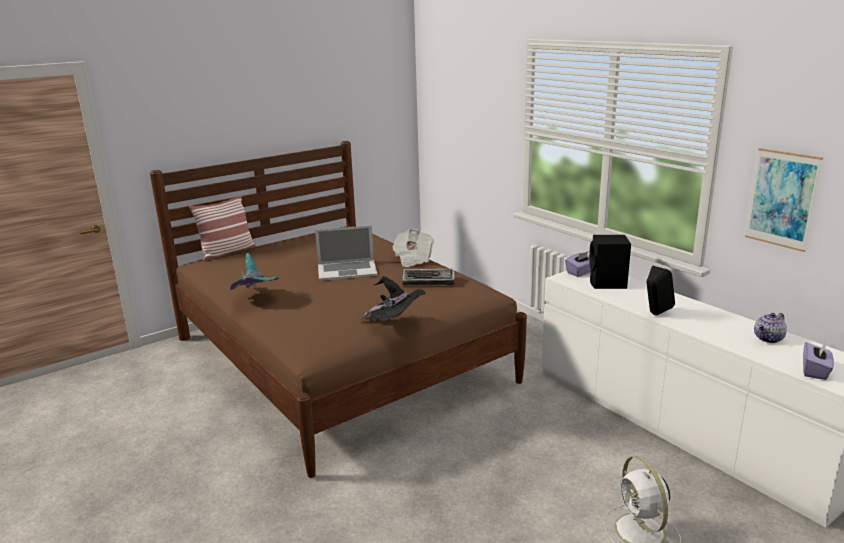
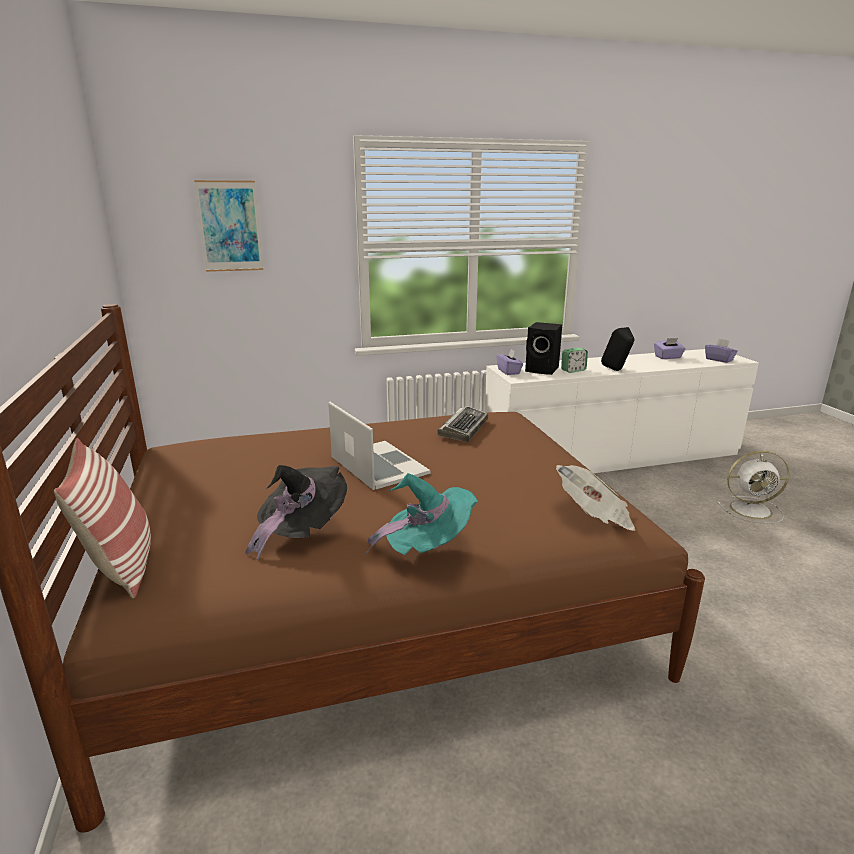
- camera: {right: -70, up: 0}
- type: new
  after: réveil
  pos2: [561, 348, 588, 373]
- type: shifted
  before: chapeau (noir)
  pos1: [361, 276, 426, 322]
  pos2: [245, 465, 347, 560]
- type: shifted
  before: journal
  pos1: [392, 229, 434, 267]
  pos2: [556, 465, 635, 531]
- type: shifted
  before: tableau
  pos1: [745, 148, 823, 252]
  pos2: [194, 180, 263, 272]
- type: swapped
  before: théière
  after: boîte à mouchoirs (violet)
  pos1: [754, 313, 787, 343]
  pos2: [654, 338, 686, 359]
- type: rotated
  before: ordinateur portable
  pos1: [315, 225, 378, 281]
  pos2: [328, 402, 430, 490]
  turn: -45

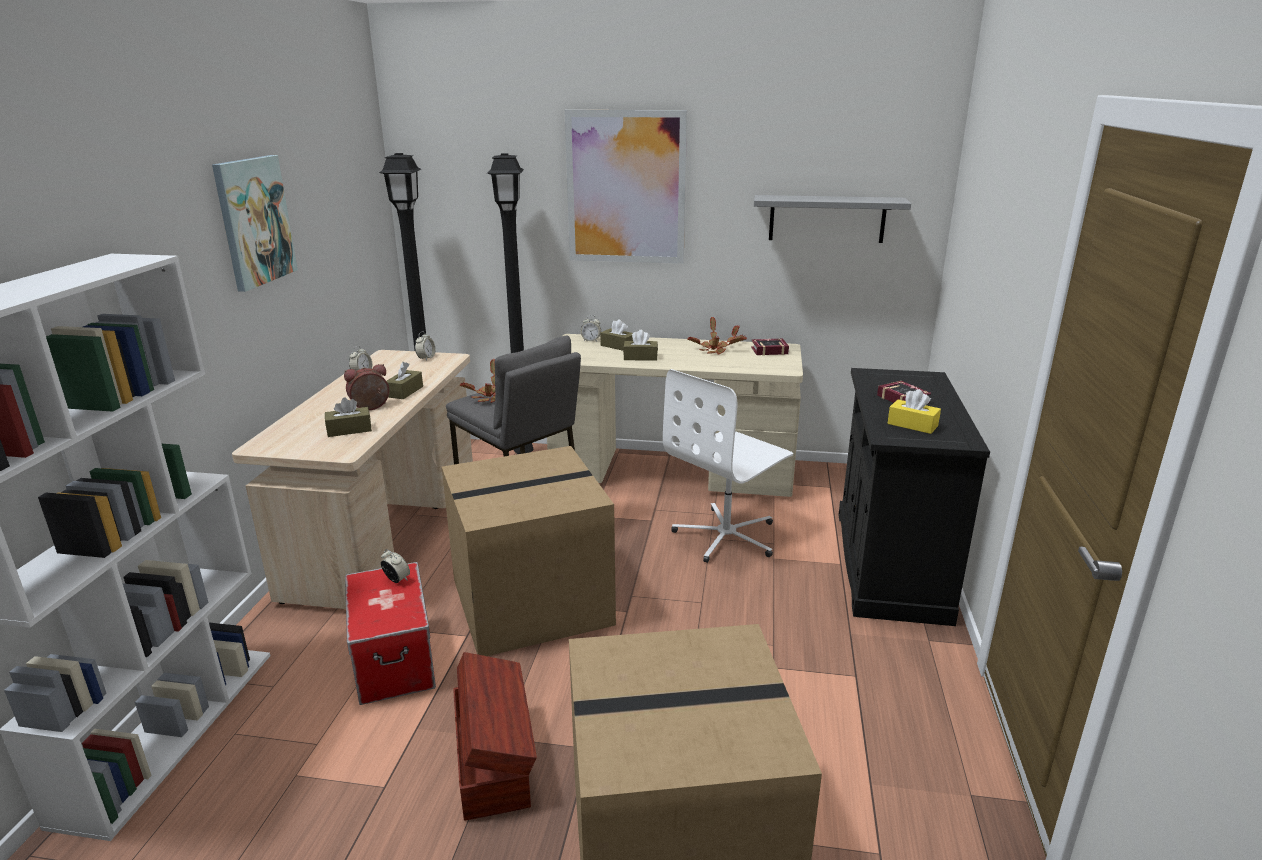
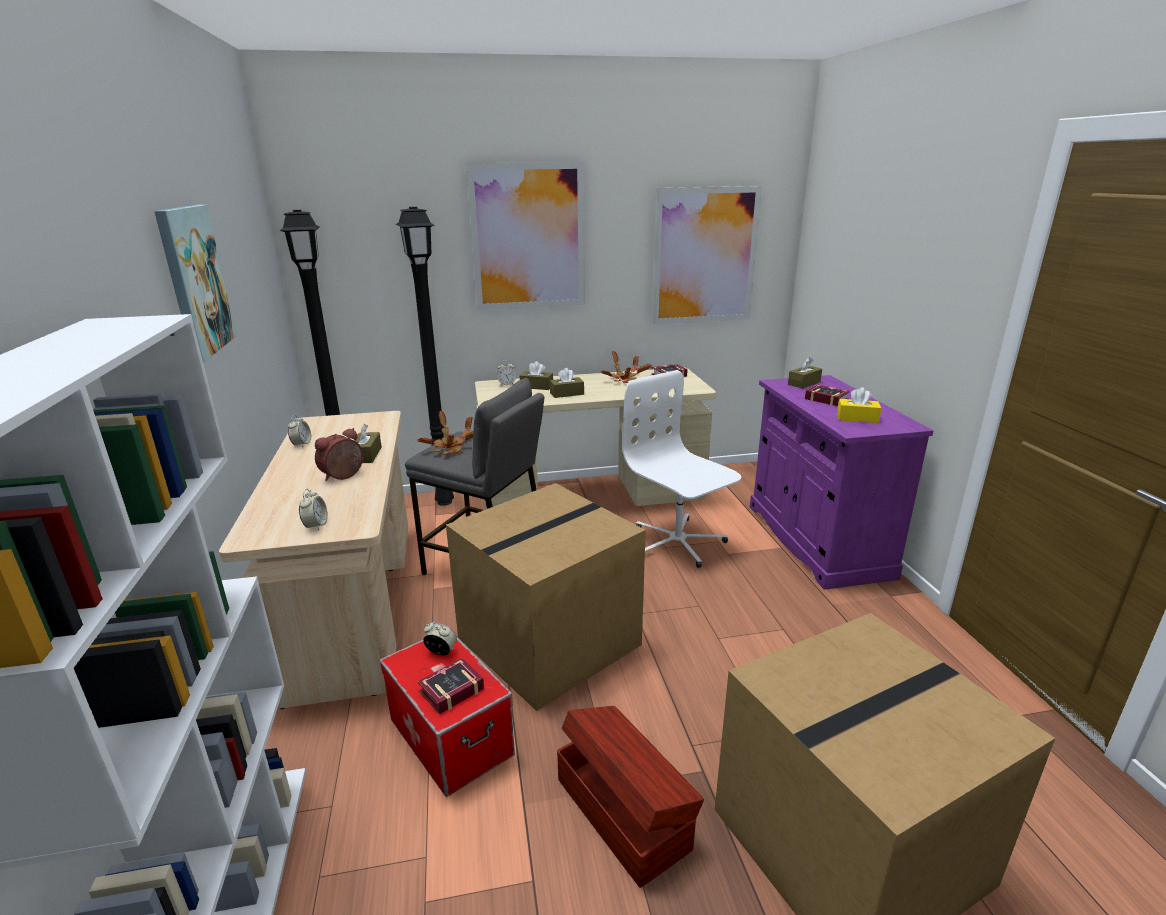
- camera: {right: -20, up: 0}
- type: new
  after: livre
  pos2: [418, 658, 484, 714]
- type: shifted
  before: boîte à mouchoirs (marron)
  pos1: [325, 397, 372, 437]
  pos2: [788, 357, 822, 389]
- type: shifted
  before: réveil
  pos1: [415, 332, 436, 361]
  pos2: [299, 488, 328, 531]
- type: swapped
  before: étagère (gris)
  after: tableau
  pos1: [754, 195, 911, 243]
  pos2: [652, 186, 762, 324]
- type: repainted
  before: meuble de rangement (noir)
  after: meuble de rangement (violet)
  pos1: [838, 368, 990, 626]
  pos2: [750, 375, 933, 589]
- type: rotated
  before: chaise de bureau (blanc)
  pos1: [663, 369, 793, 563]
  pos2: [622, 370, 741, 568]
  turn: 120

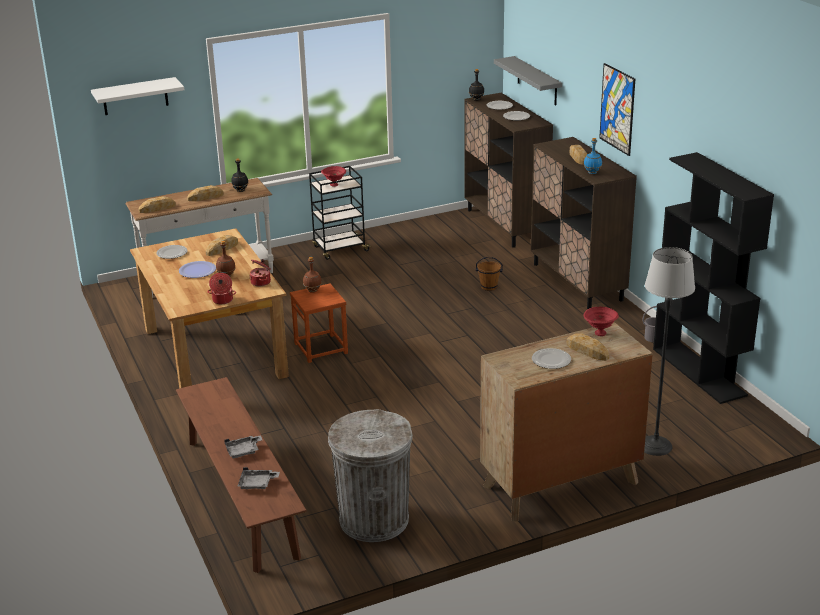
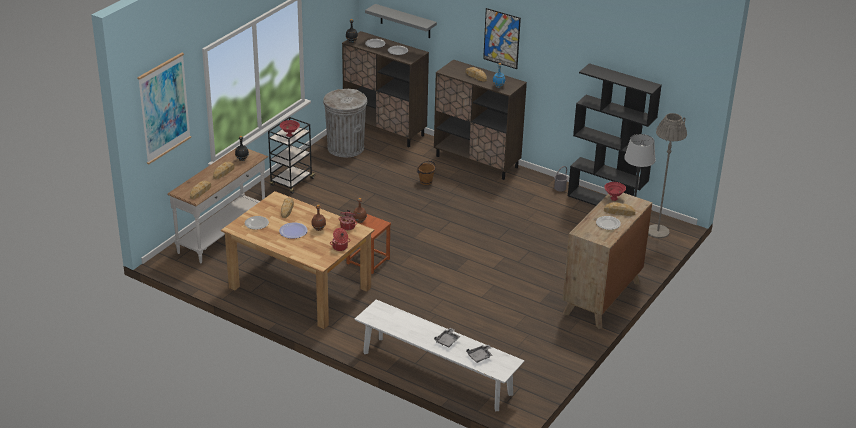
- camera: {right: -35, up: 5}
- type: new
  after: lampadaire (gris)
  pos2: [648, 113, 687, 238]
- type: shifted
  before: poubelle (gris)
  pos1: [328, 409, 413, 542]
  pos2: [323, 89, 367, 157]
- type: swapped
  before: étagère (blanc)
  after: tableau
  pos1: [91, 77, 184, 115]
  pos2: [137, 53, 191, 164]
- type: repainted
  before: banc (marron)
  after: banc (blanc)
  pos1: [176, 377, 306, 573]
  pos2: [355, 299, 525, 411]

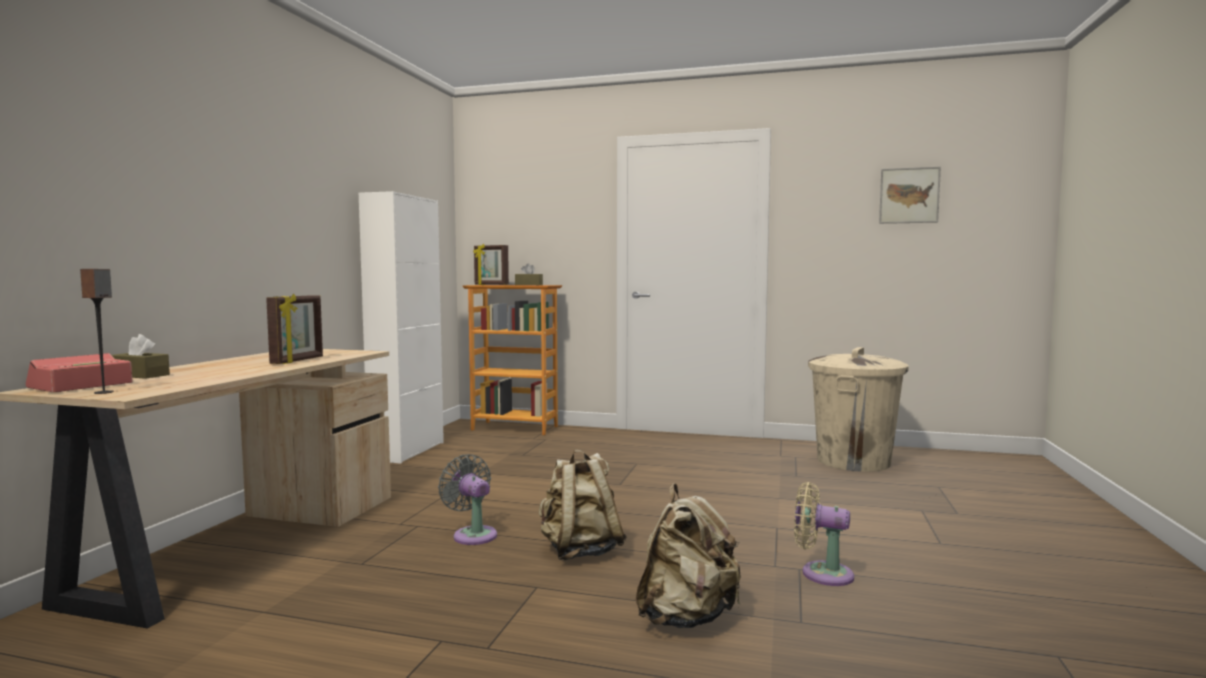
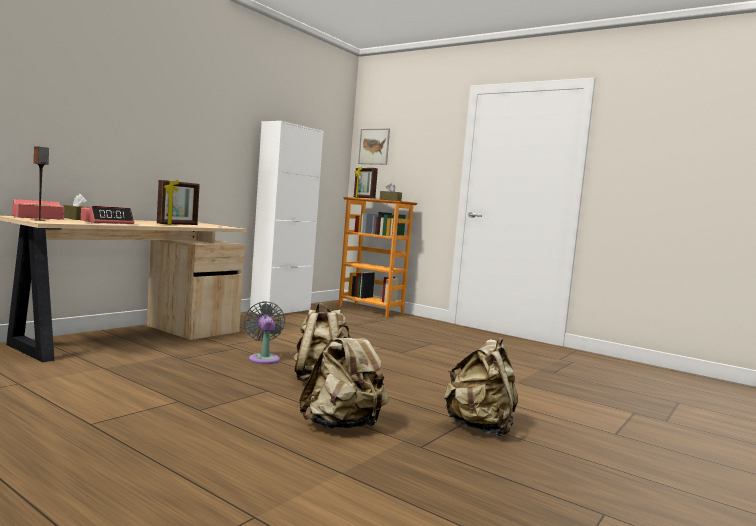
- camera: {right: 20, up: 0}
- type: gone
  before: poubelle (beige)
  pos1: [808, 347, 909, 472]
- type: new
  after: réveil
  pos2: [81, 206, 134, 224]
- type: shifted
  before: tableau
  pos1: [879, 167, 941, 224]
  pos2: [358, 128, 390, 165]
- type: swapped
  before: ventilateur (beige)
  after: sac à dos (beige)
  pos1: [794, 482, 854, 586]
  pos2: [444, 337, 518, 436]

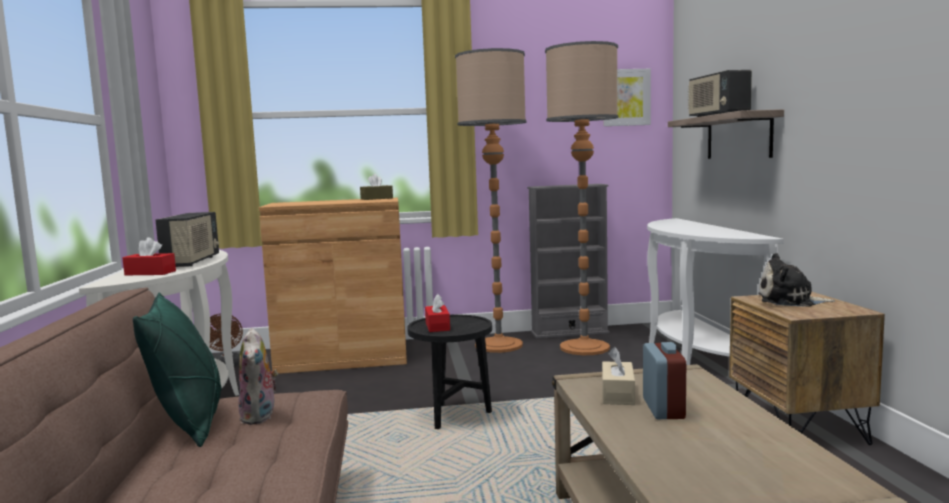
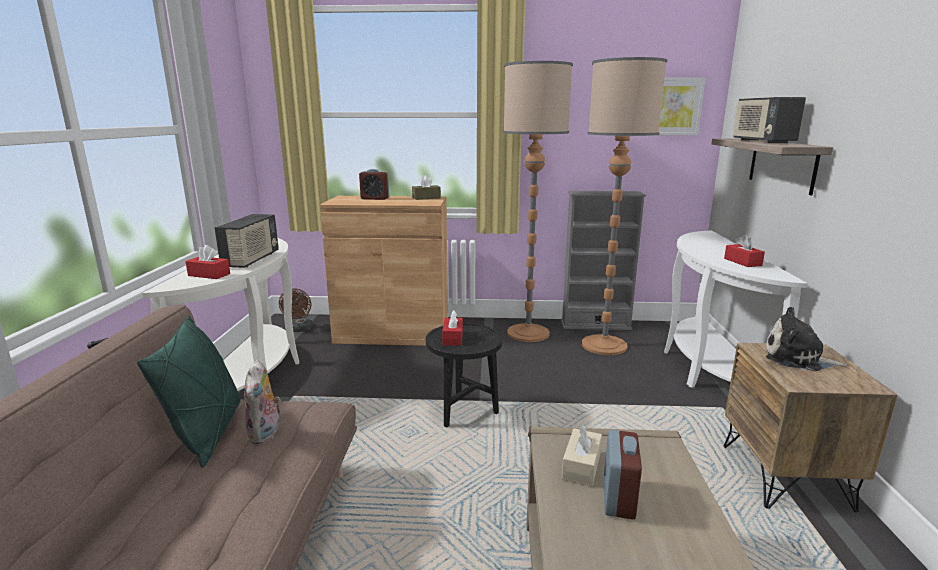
- camera: {right: 10, up: 10}
- type: new
  after: réveil
  pos2: [359, 169, 389, 200]
- type: new
  after: boîte à mouchoirs (rouge)
  pos2: [724, 235, 765, 267]

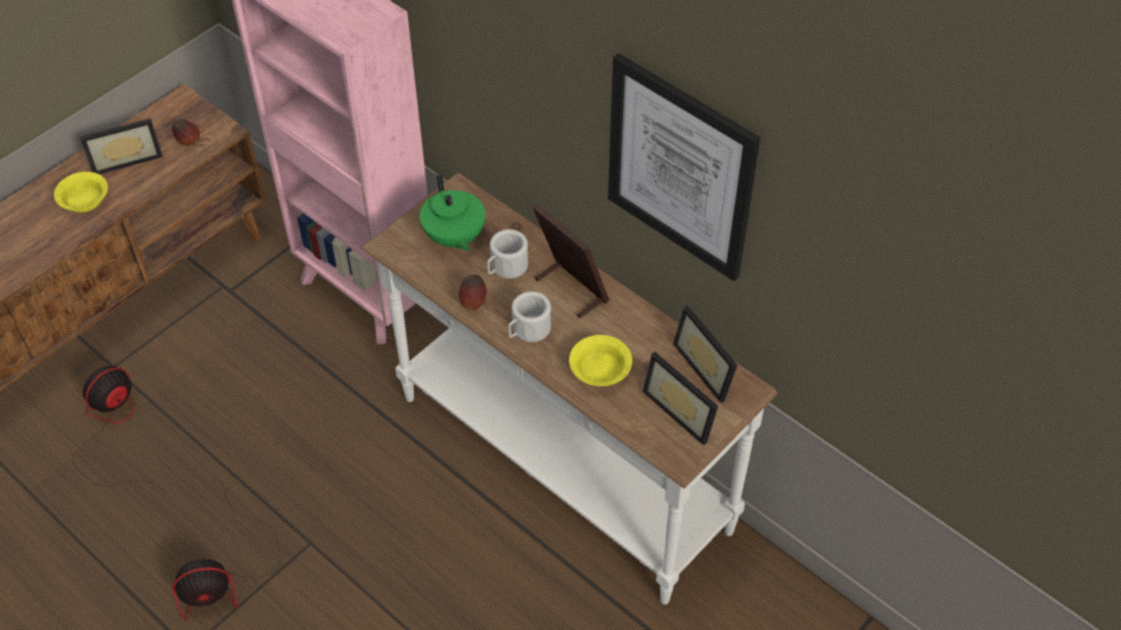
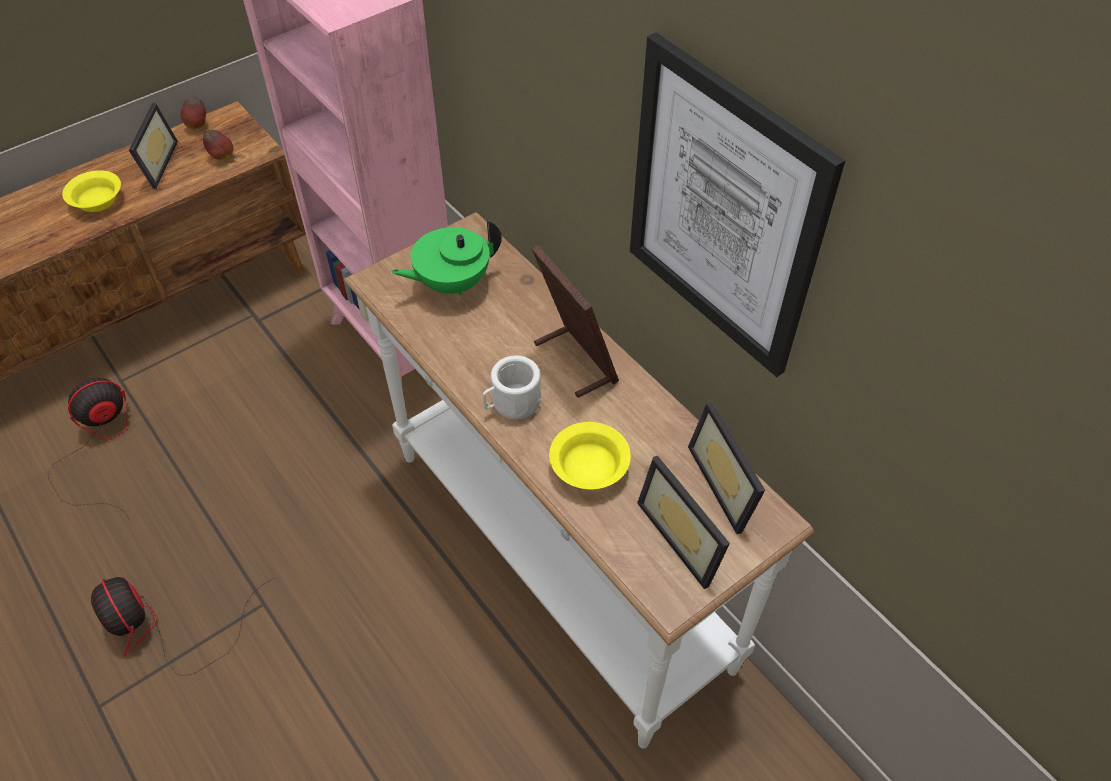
- camera: {right: 10, up: 0}
- type: gone
  before: mug (blanc)
  pos1: [487, 229, 528, 279]
- type: shifted
  before: pomme
  pos1: [458, 275, 487, 311]
  pos2: [181, 97, 206, 130]
- type: rotated
  before: cadre photo
  pos1: [80, 118, 163, 174]
  pos2: [129, 103, 178, 189]
  turn: -75
- type: rotated
  before: ventilateur
  pos1: [172, 491, 281, 621]
  pos2: [91, 577, 275, 676]
  turn: 60
- type: rotated
  before: théière (vert)
  pos1: [420, 173, 485, 251]
  pos2: [391, 220, 502, 295]
  turn: 75

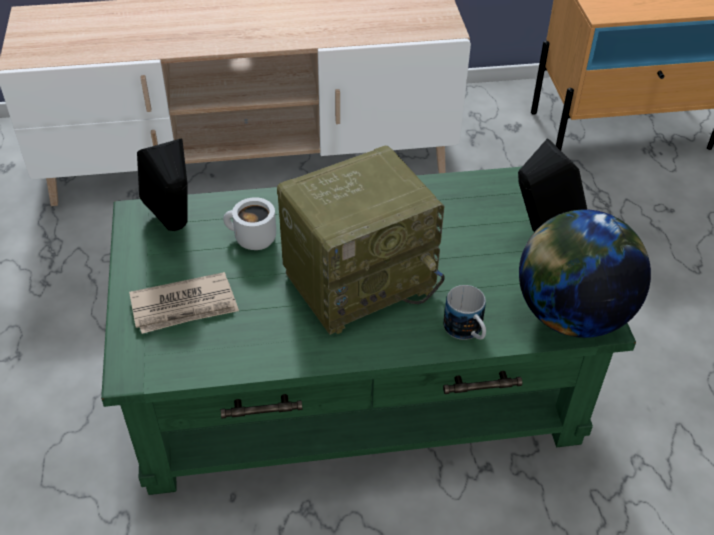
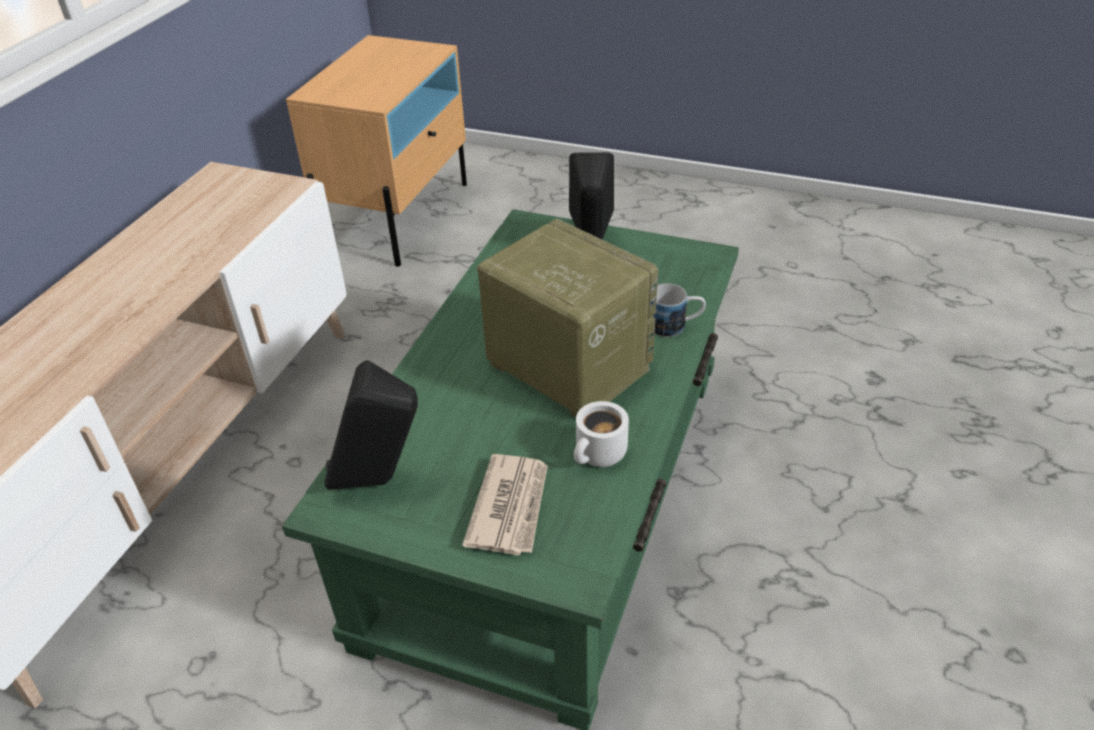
- camera: {right: -60, up: -5}
- type: gone
  before: globe
  pos1: [519, 210, 651, 338]
- type: shifted
  before: mug (blanc)
  pos1: [223, 197, 276, 250]
  pos2: [574, 401, 629, 467]
- type: rotated
  before: radio
  pos1: [277, 146, 445, 335]
  pos2: [477, 219, 658, 418]
  turn: -45

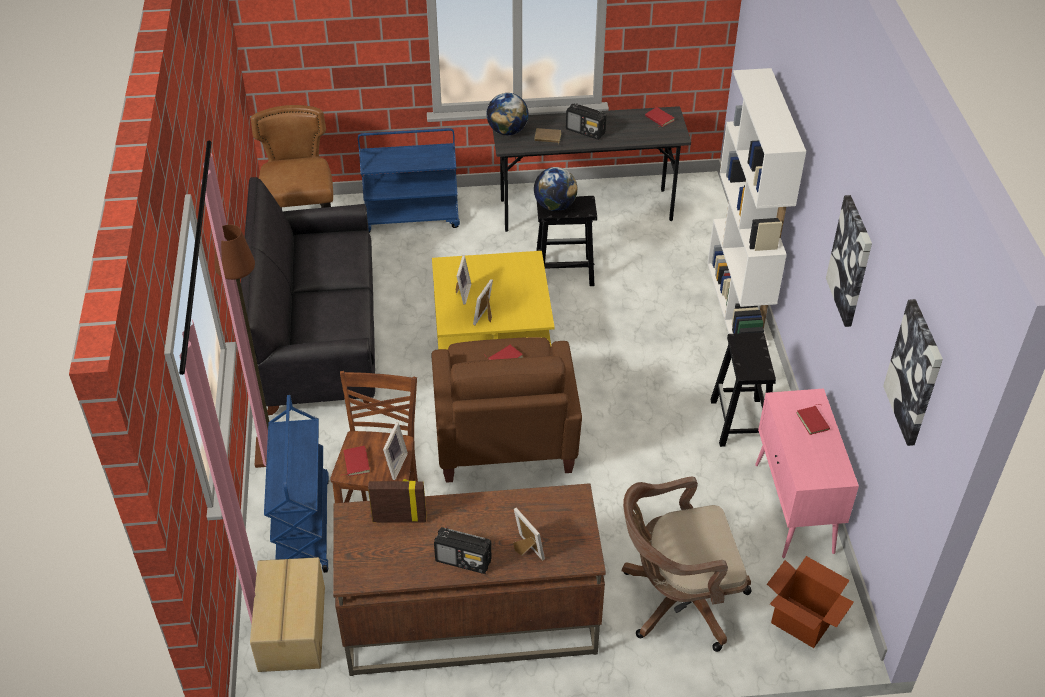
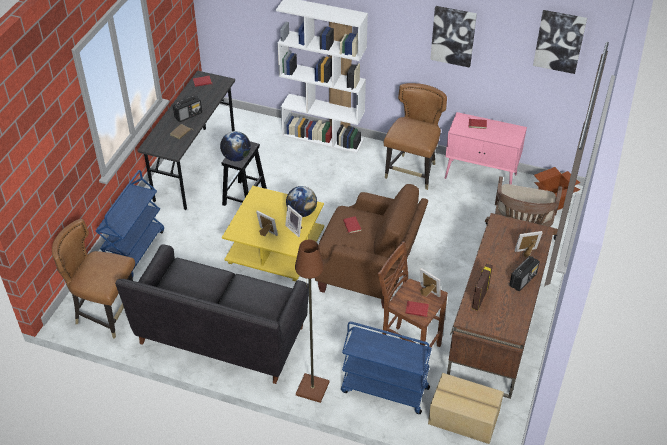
- camera: {right: -65, up: 0}
- type: shifted
  before: globe
  pos1: [486, 93, 529, 135]
  pos2: [286, 186, 317, 217]
- type: swapped
  before: tabouret (noir)
  after: chaise (marron)
  pos1: [710, 333, 776, 447]
  pos2: [384, 83, 447, 190]

